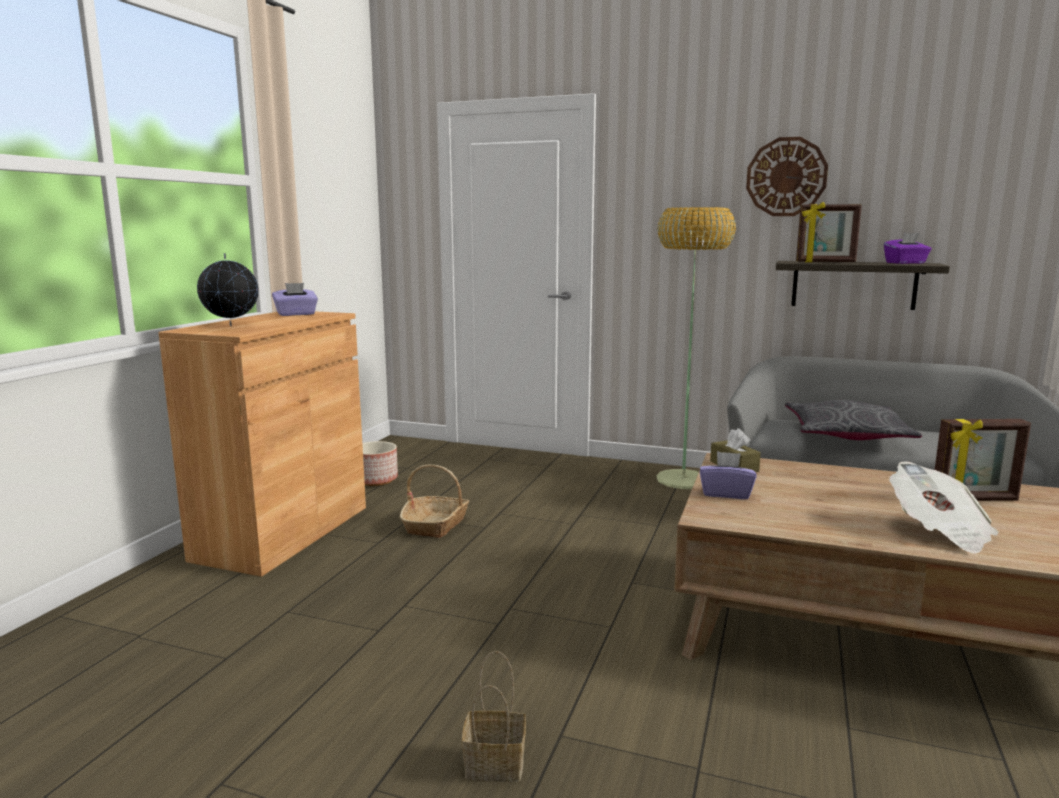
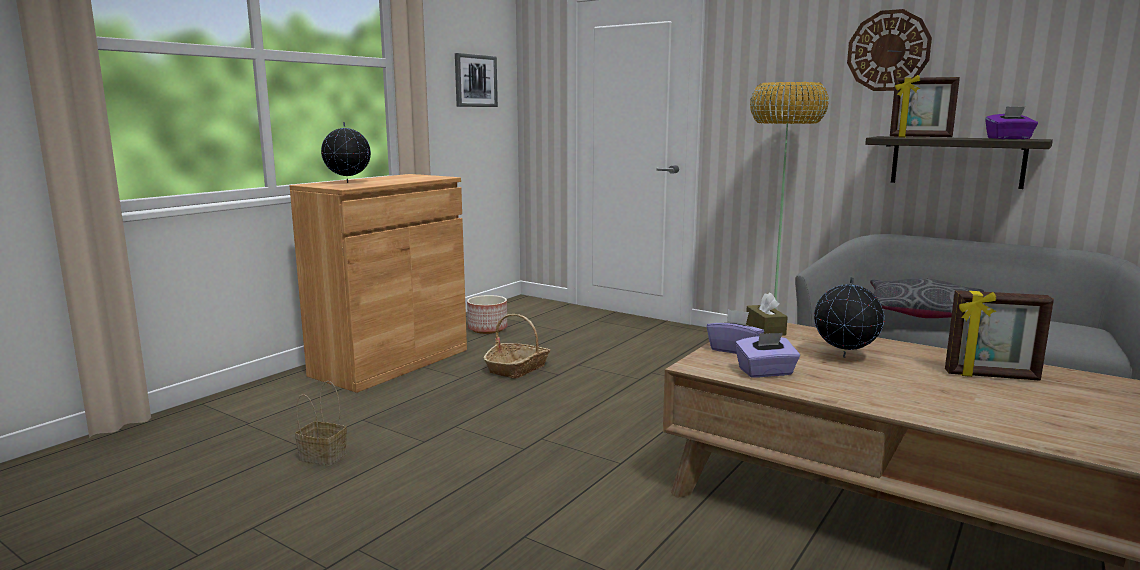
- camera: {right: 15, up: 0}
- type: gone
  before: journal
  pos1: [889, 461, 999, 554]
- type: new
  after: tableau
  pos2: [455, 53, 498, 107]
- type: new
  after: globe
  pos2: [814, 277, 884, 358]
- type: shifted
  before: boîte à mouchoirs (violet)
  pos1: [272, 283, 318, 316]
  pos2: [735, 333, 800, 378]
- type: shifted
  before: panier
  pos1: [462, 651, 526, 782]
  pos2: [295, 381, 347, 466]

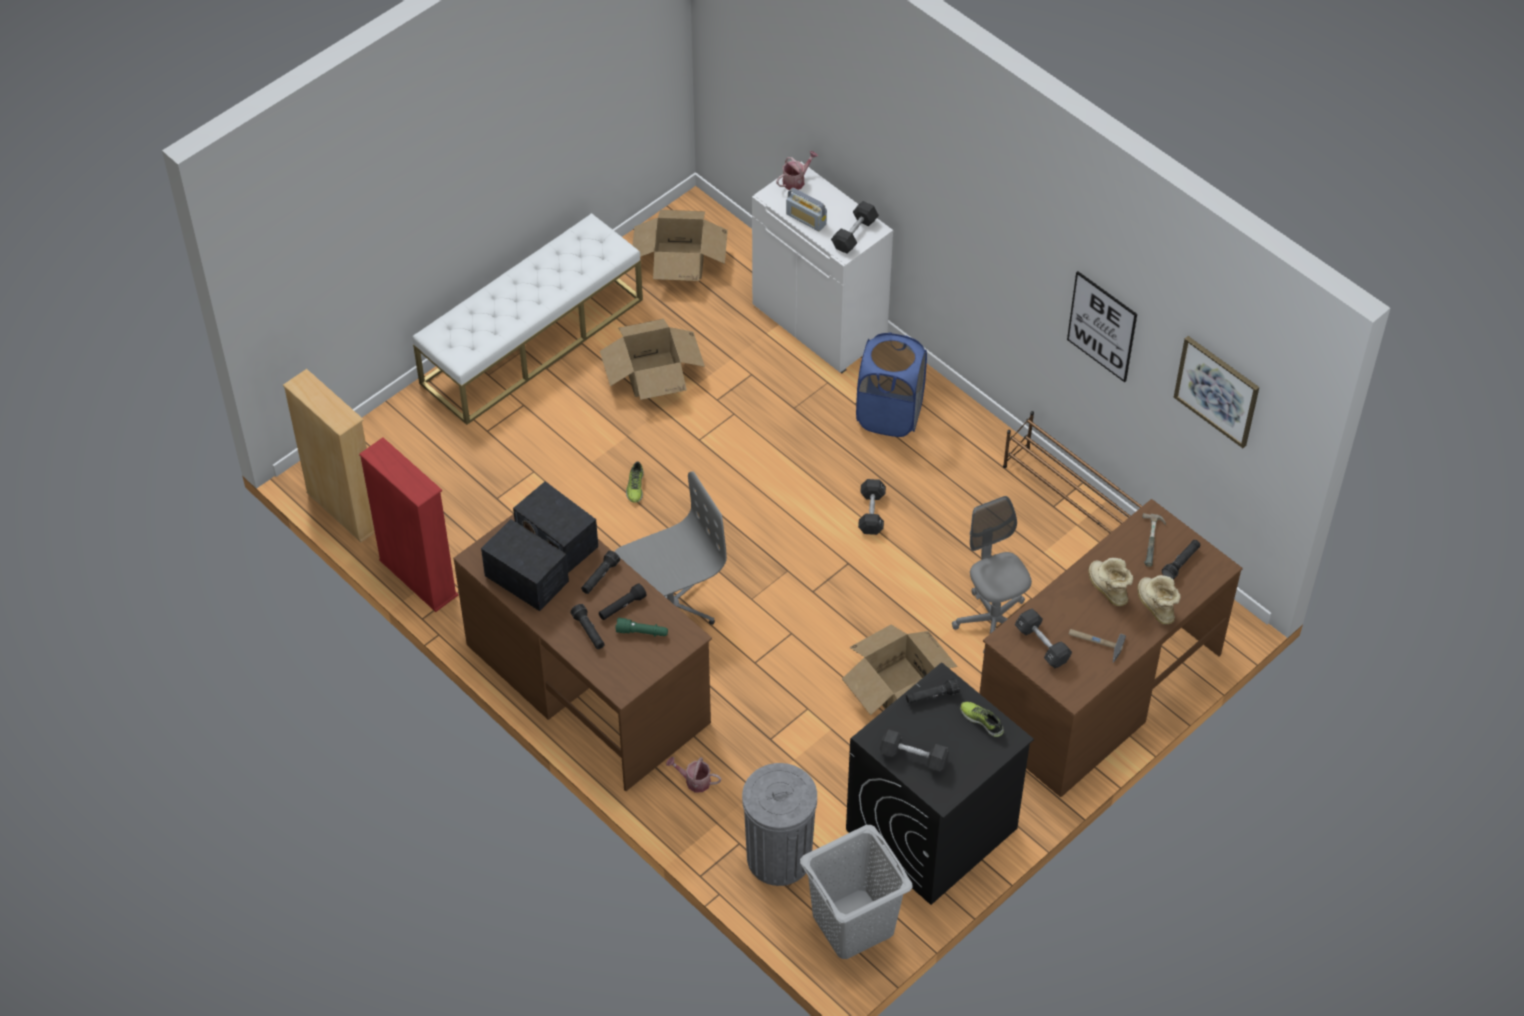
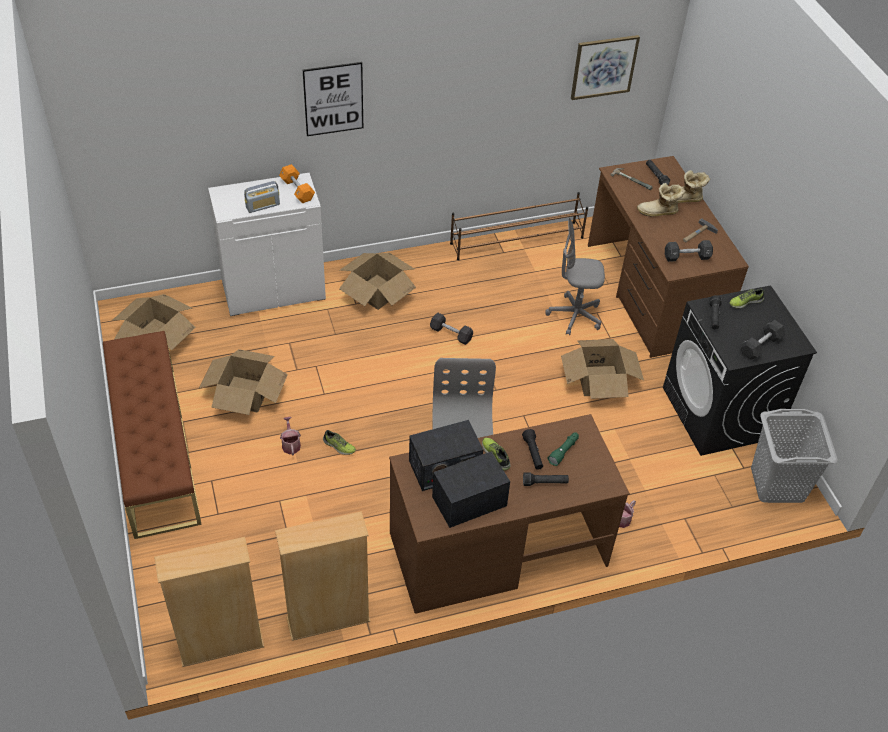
- camera: {right: -65, up: -5}
- type: gone
  before: poubelle (gris)
  pos1: [742, 763, 817, 886]
- type: shifted
  before: arrosoir
  pos1: [776, 151, 818, 190]
  pos2: [280, 417, 301, 455]
- type: shifted
  before: tableau
  pos1: [1067, 271, 1137, 382]
  pos2: [303, 62, 363, 136]
- type: swapped
  before: lampe de poche (noir)
  after: chaussure
  pos1: [581, 551, 620, 594]
  pos2: [482, 438, 510, 471]
- type: swapped
  before: panier à linge (bleu)
  after: carton
  pos1: [856, 333, 927, 437]
  pos2: [339, 253, 416, 310]
- type: repainted
  before: bibliothèque (rouge)
  after: bibliothèque (beige)
  pos1: [359, 438, 458, 612]
  pos2: [275, 511, 370, 641]
- type: repainted
  before: banc (blanc)
  after: banc (marron)
  pos1: [412, 213, 643, 425]
  pos2: [103, 331, 202, 539]
- type: repainted
  before: haltère (noir)
  after: haltère (orange)
  pos1: [831, 201, 879, 254]
  pos2: [279, 164, 315, 203]

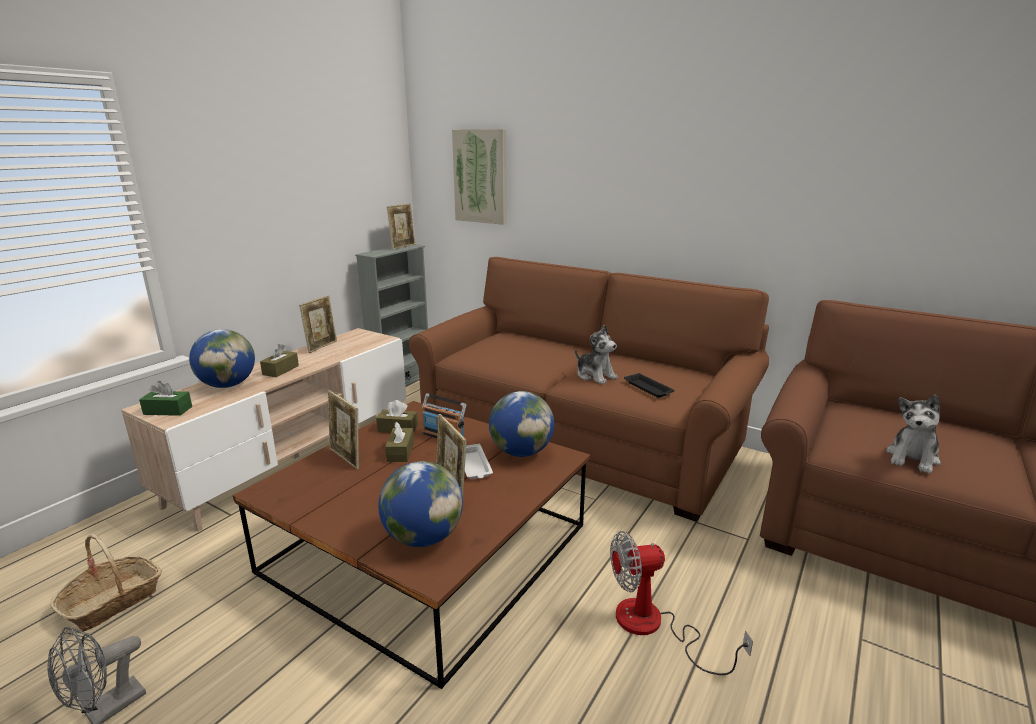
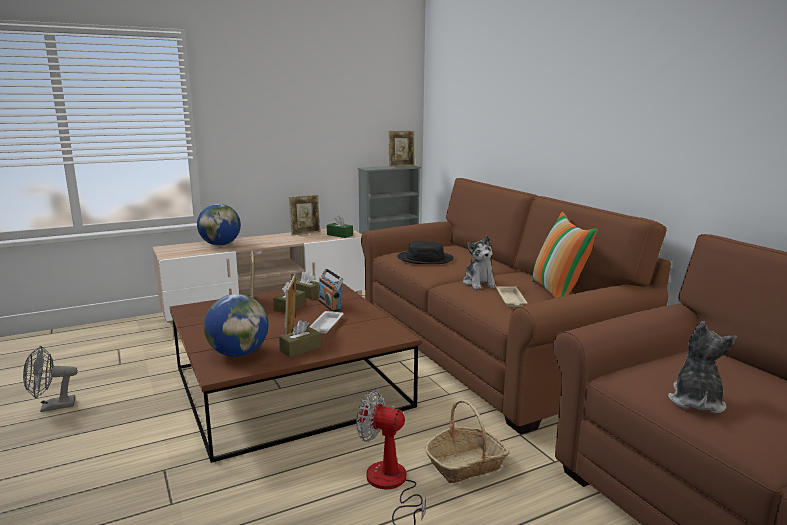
- camera: {right: 30, up: -5}
- type: gone
  before: tableau
  pos1: [452, 129, 507, 225]
- type: gone
  before: globe
  pos1: [489, 391, 554, 457]
- type: new
  after: chapeau (noir)
  pos2: [397, 241, 454, 264]
- type: new
  after: coussin
  pos2: [531, 212, 598, 298]
- type: shifted
  before: panier
  pos1: [50, 534, 162, 632]
  pos2: [425, 399, 509, 483]
- type: shifted
  before: boîte à mouchoirs (vert)
  pos1: [139, 381, 192, 416]
  pos2: [327, 216, 353, 238]
- type: shifted
  before: boîte à mouchoirs (marron)
  pos1: [260, 344, 299, 377]
  pos2: [279, 320, 321, 357]
- type: repainted
  before: plateau (noir)
  after: plateau (beige)
  pos1: [624, 373, 675, 398]
  pos2: [496, 286, 527, 307]
- type: rotated
  before: peluche
  pos1: [886, 395, 941, 474]
  pos2: [668, 321, 737, 414]
  turn: 135

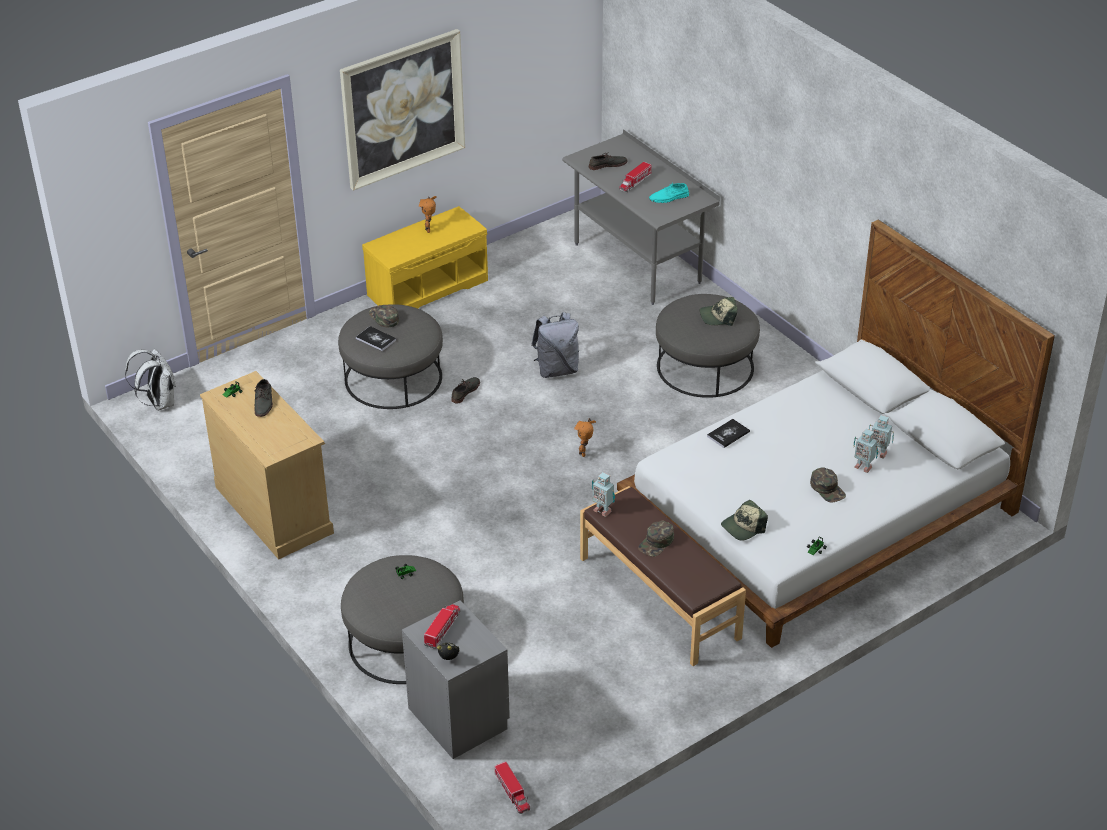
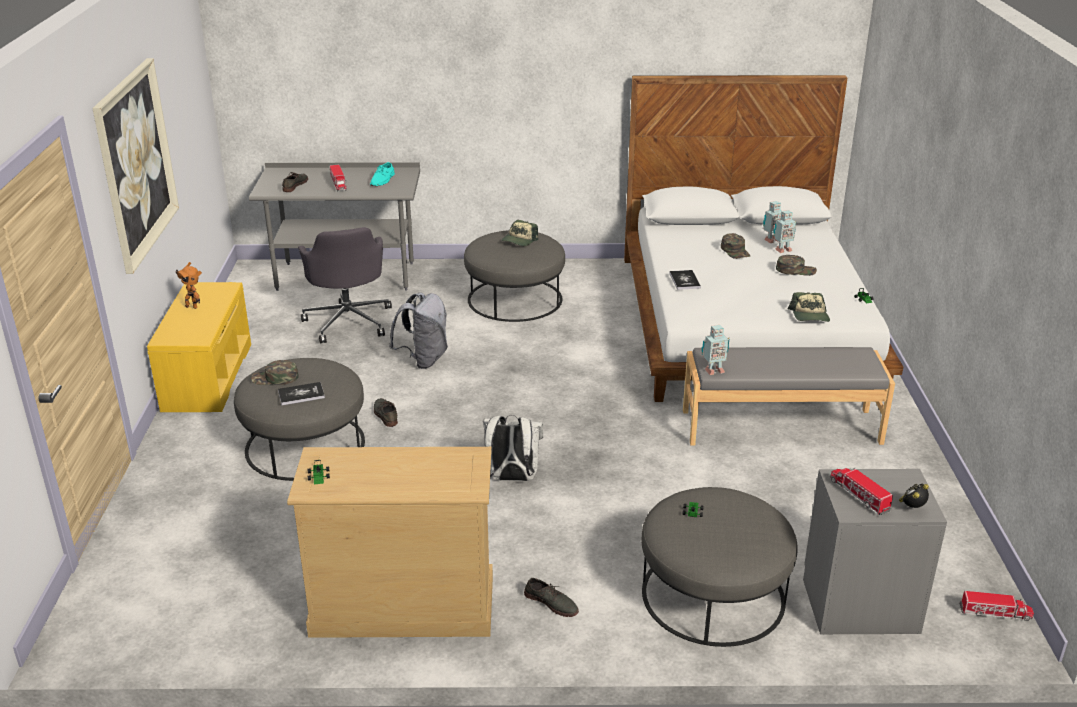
- camera: {right: -55, up: -10}
- type: gone
  before: robot jouet
  pos1: [574, 418, 596, 457]
- type: new
  after: chaise de bureau (gris)
  pos2: [298, 227, 392, 344]
- type: shifted
  before: sac à dos (blanc)
  pos1: [125, 349, 176, 411]
  pos2: [483, 415, 543, 481]
- type: shifted
  before: chaussure (gris)
  pos1: [254, 379, 273, 417]
  pos2: [524, 578, 579, 617]
- type: shifted
  before: casquette (vert)
  pos1: [638, 521, 674, 557]
  pos2: [721, 233, 750, 259]
- type: repainted
  before: banc (marron)
  after: banc (gris)
  pos1: [580, 486, 746, 666]
  pos2: [683, 347, 895, 446]

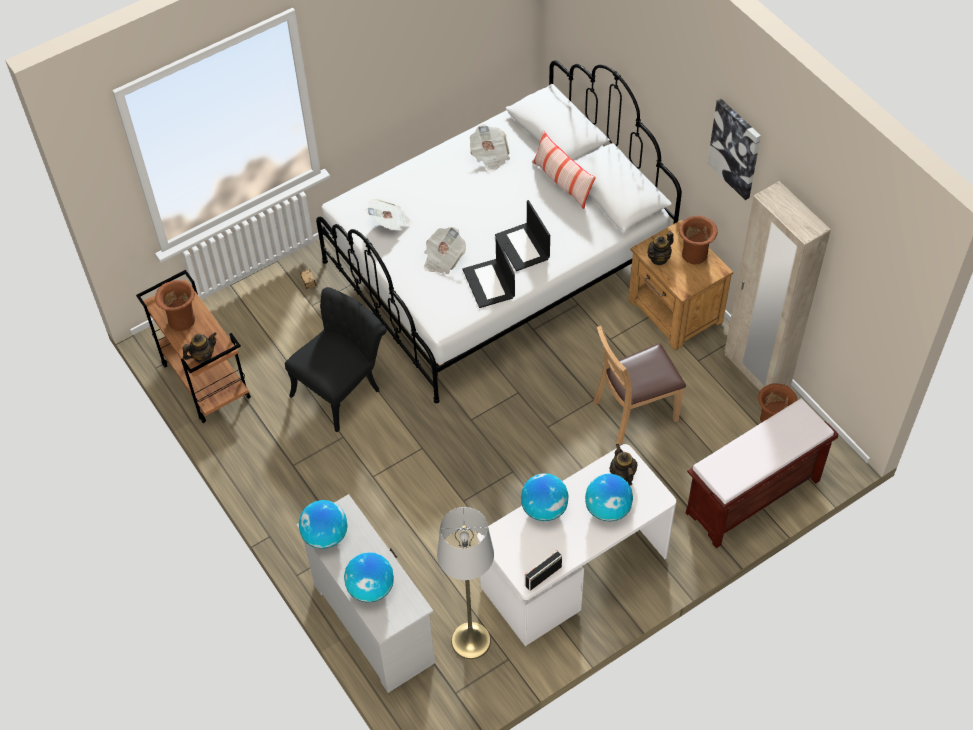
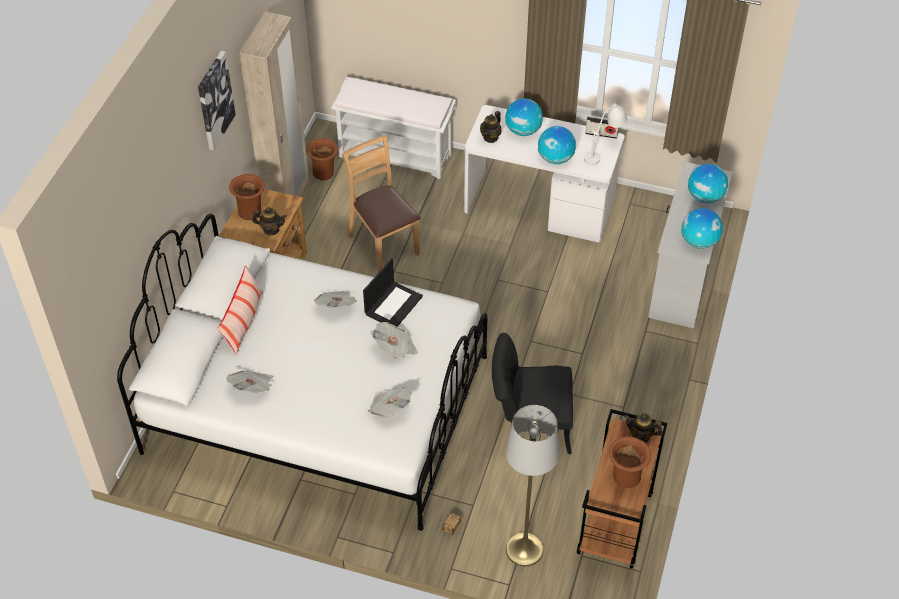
- camera: {right: -130, up: -5}
- type: new
  after: lampe de table (blanc)
  pos2: [584, 103, 627, 165]
- type: shifted
  before: lampadaire (gris)
  pos1: [437, 507, 494, 659]
  pos2: [506, 405, 559, 566]
- type: swapped
  before: ordinateur portable
  after: journal
  pos1: [495, 200, 550, 271]
  pos2: [314, 290, 357, 308]
- type: repainted
  before: banc (marron)
  after: banc (blanc)
  pos1: [686, 398, 839, 548]
  pos2: [331, 77, 456, 179]
- type: rotated
  before: chaise (marron)
  pos1: [593, 326, 686, 445]
  pos2: [342, 135, 420, 272]
  turn: -150

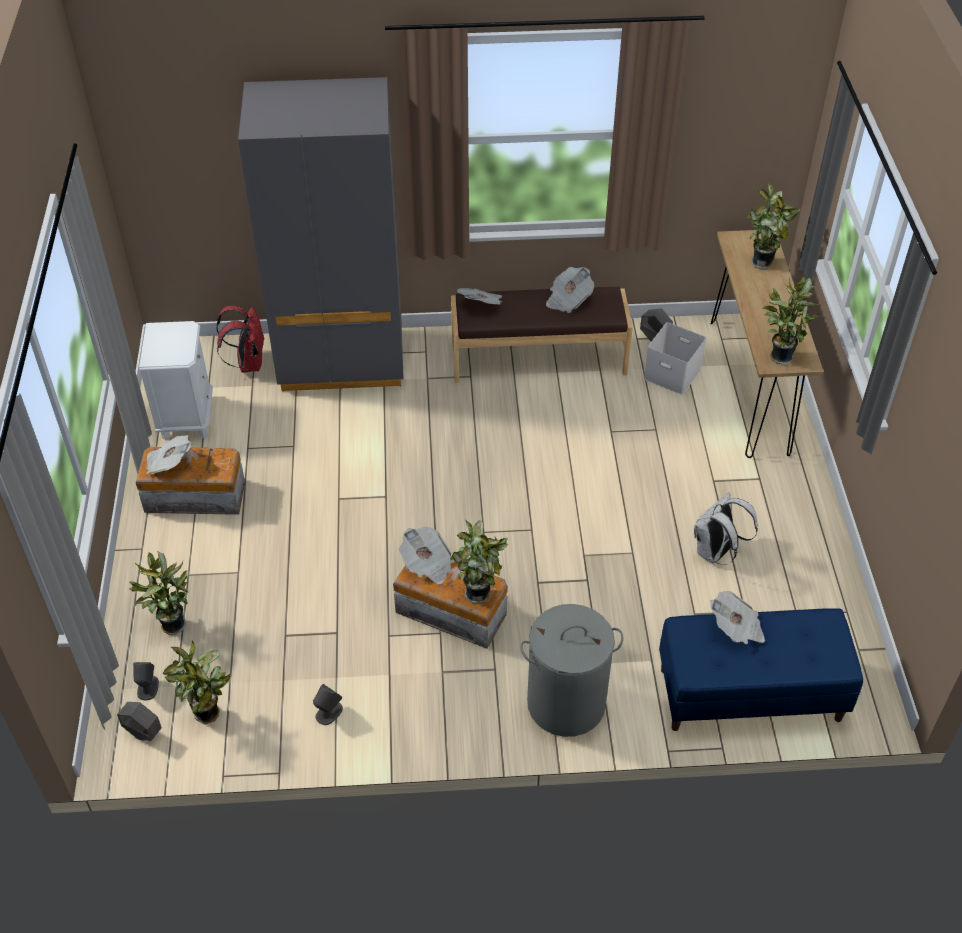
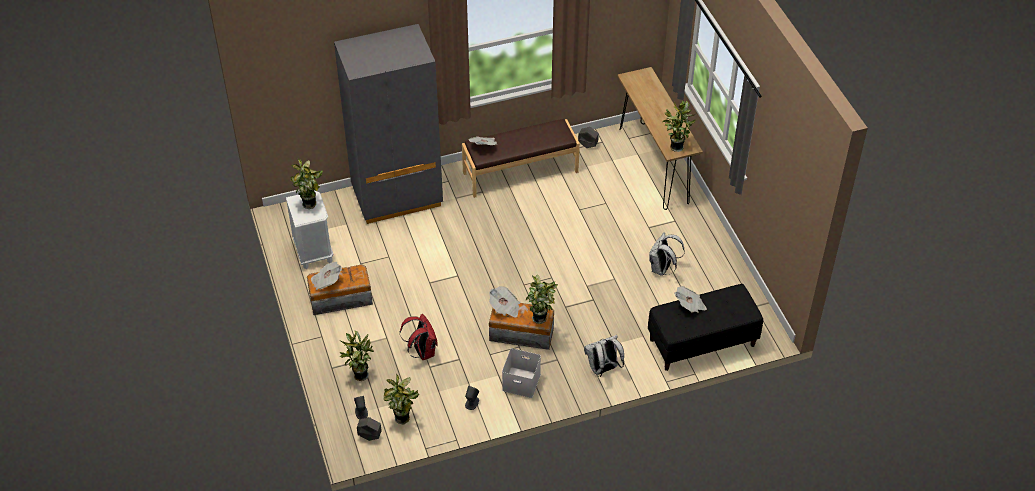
- camera: {right: -15, up: 0}
- type: gone
  before: journal
  pos1: [546, 267, 594, 313]
- type: shifted
  before: sac à dos (rouge)
  pos1: [216, 306, 265, 372]
  pos2: [400, 314, 438, 360]
- type: shifted
  before: boîte de rangement (blanc)
  pos1: [644, 322, 706, 395]
  pos2: [502, 348, 541, 398]
- type: shifted
  before: plante en pot
  pos1: [747, 182, 801, 269]
  pos2: [290, 159, 323, 209]
- type: swapped
  before: panier à linge (gris)
  after: sac à dos (blanc)
  pos1: [520, 604, 623, 737]
  pos2: [584, 335, 624, 377]
- type: repainted
  before: banc (bleu)
  after: banc (noir)
  pos1: [659, 608, 863, 731]
  pos2: [648, 284, 763, 371]

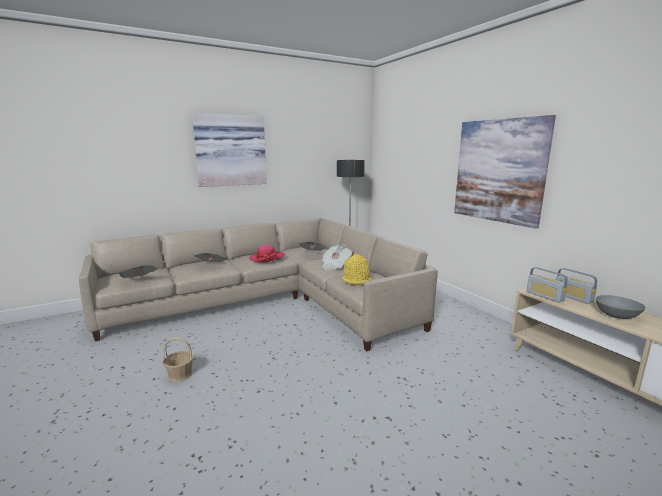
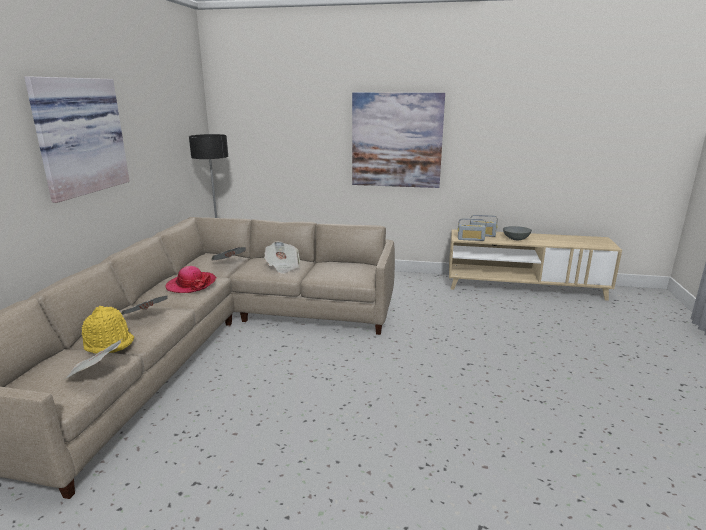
- camera: {right: -50, up: 5}
- type: gone
  before: panier
  pos1: [163, 338, 194, 382]
- type: shifted
  before: chapeau (jaune)
  pos1: [342, 253, 372, 285]
  pos2: [82, 306, 134, 354]

